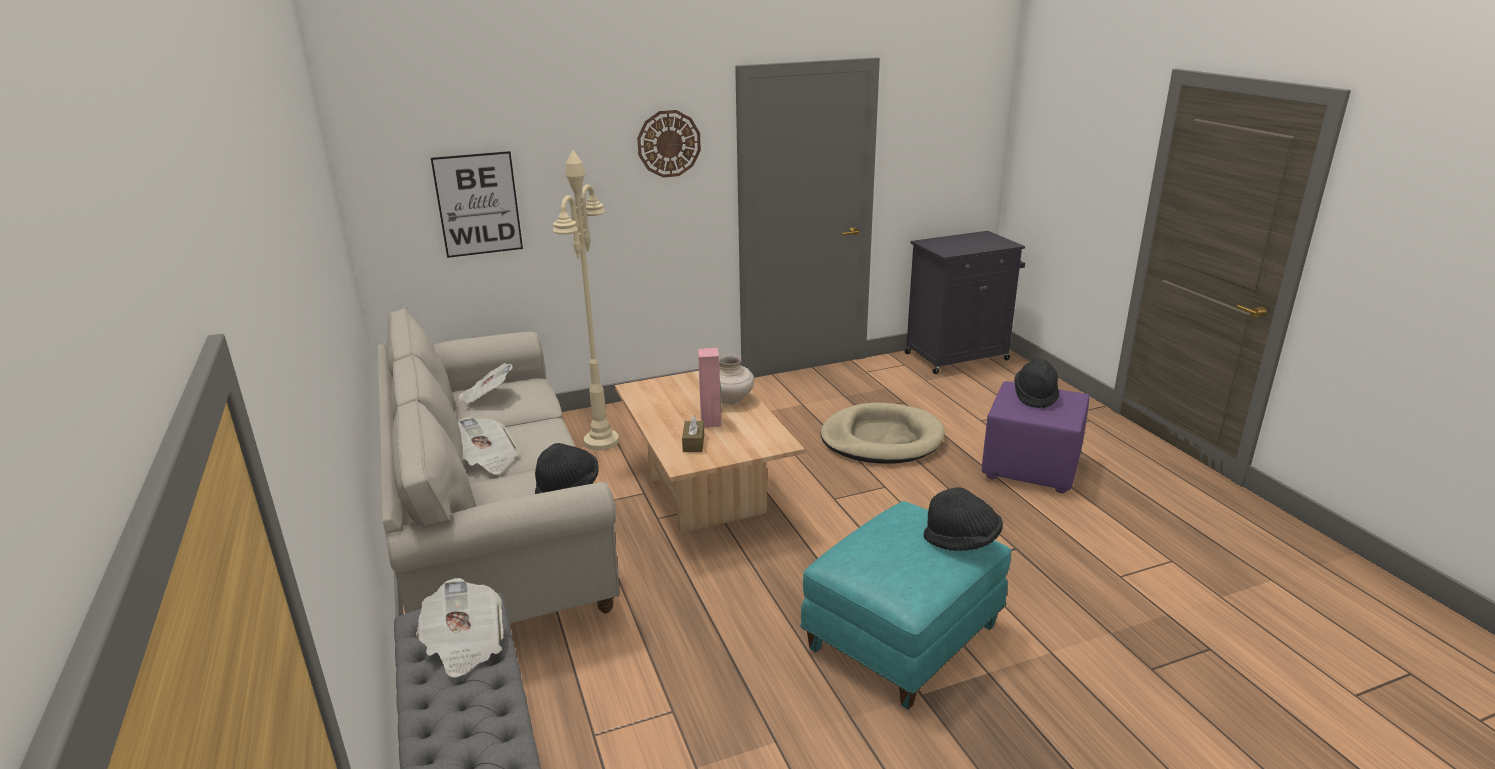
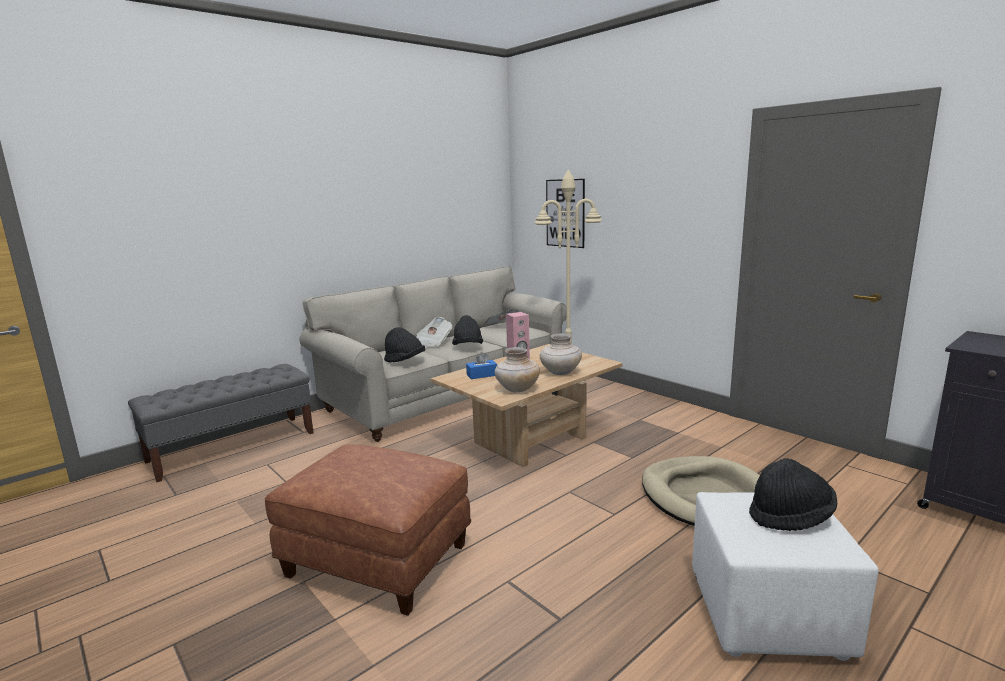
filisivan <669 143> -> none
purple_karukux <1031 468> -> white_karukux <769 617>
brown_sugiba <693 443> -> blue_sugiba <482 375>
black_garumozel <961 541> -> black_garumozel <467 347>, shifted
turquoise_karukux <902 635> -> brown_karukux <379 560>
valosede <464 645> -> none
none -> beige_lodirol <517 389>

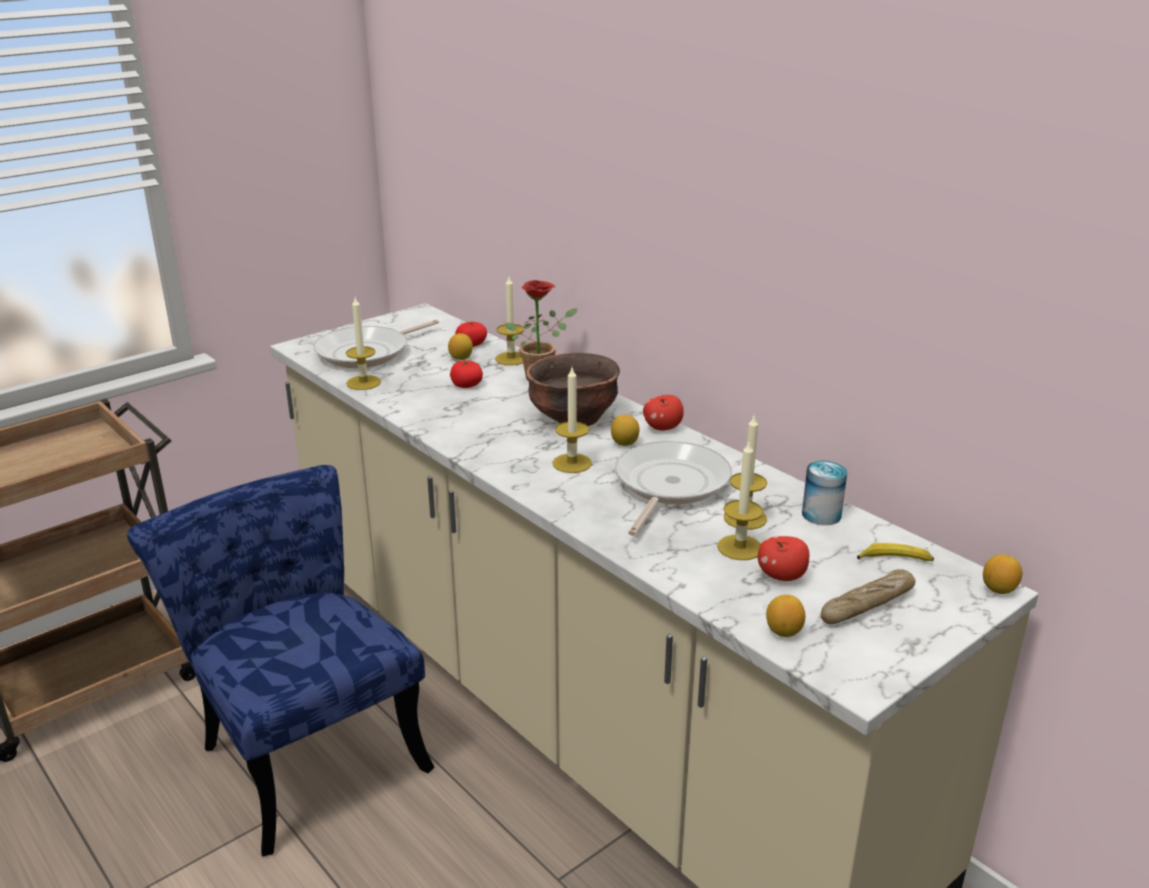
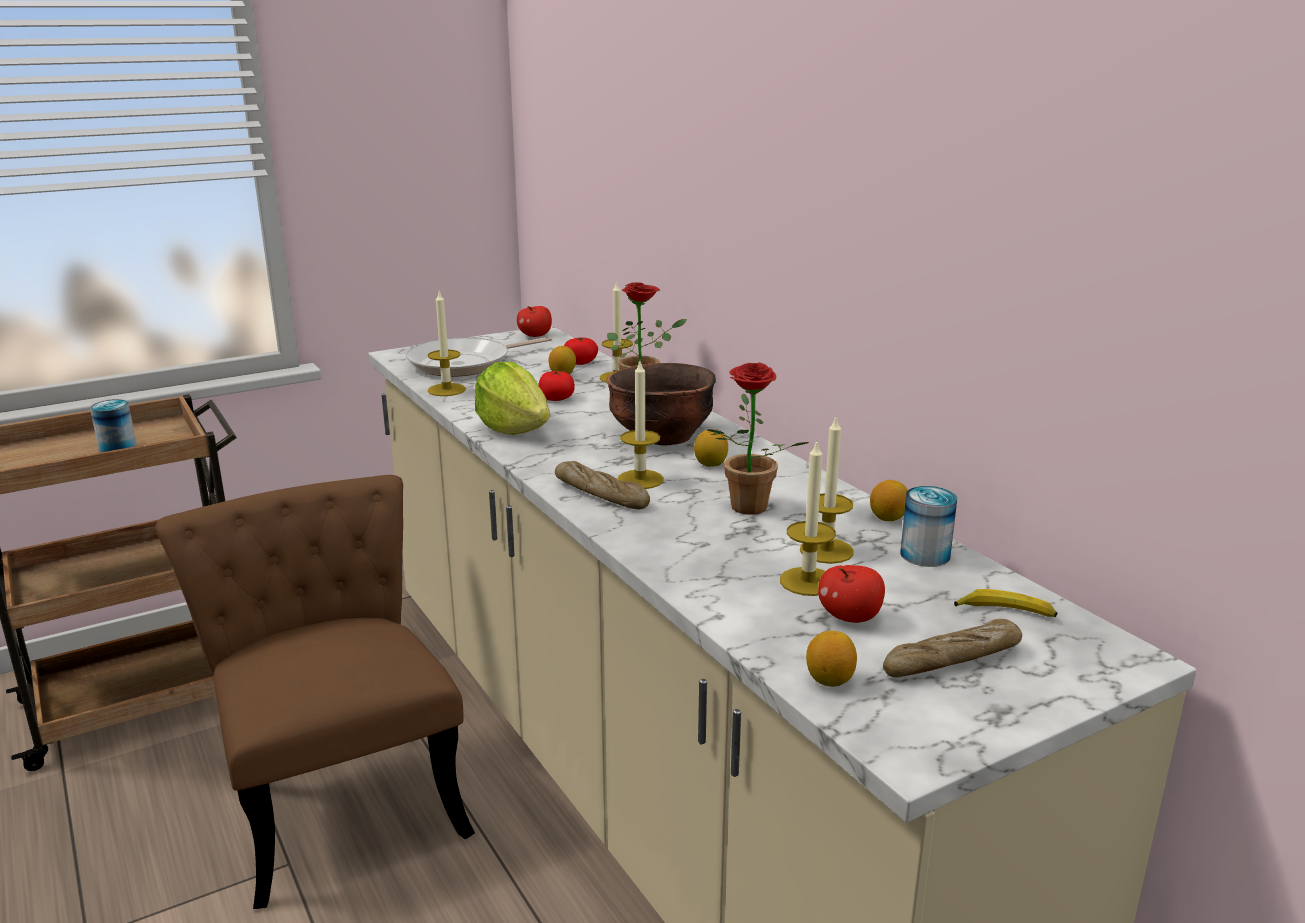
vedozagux <662 428> -> vedozagux <535 336>, shifted
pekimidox <669 485> -> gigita <745 510>
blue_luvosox <304 749> -> brown_luvosox <339 796>
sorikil <998 589> -> sorikil <888 518>, shifted
none -> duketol <514 429>
none -> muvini <118 448>
none -> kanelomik <601 494>

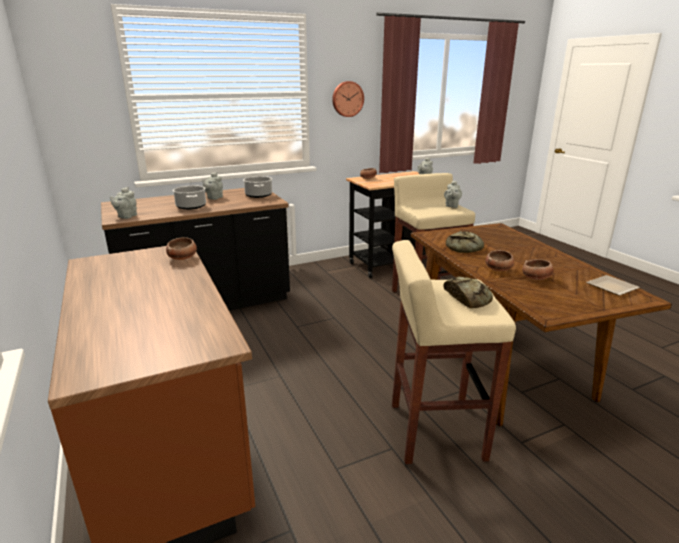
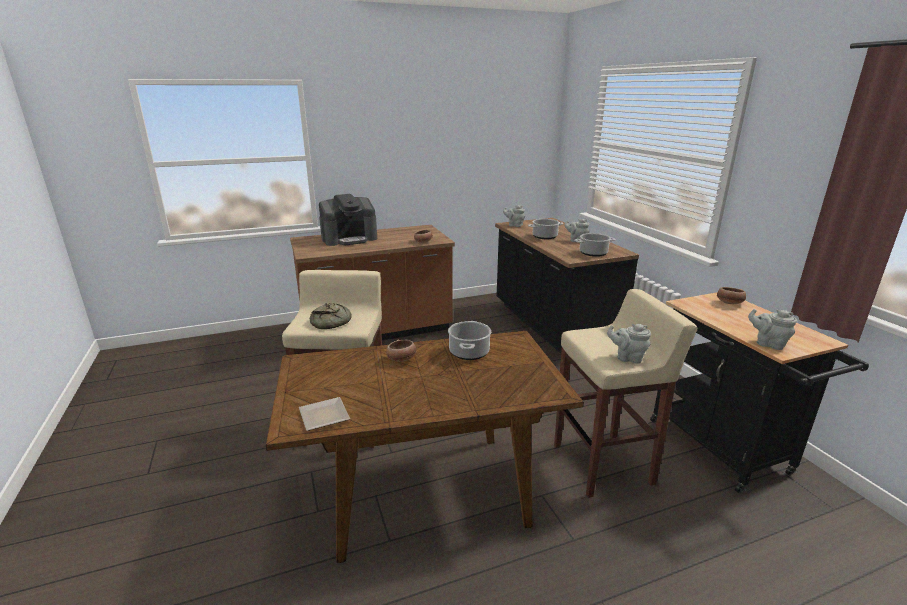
filisivan <347 99> -> none
kanelomik <465 248> -> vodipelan <469 352>
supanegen <536 278> -> none
none -> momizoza <349 238>

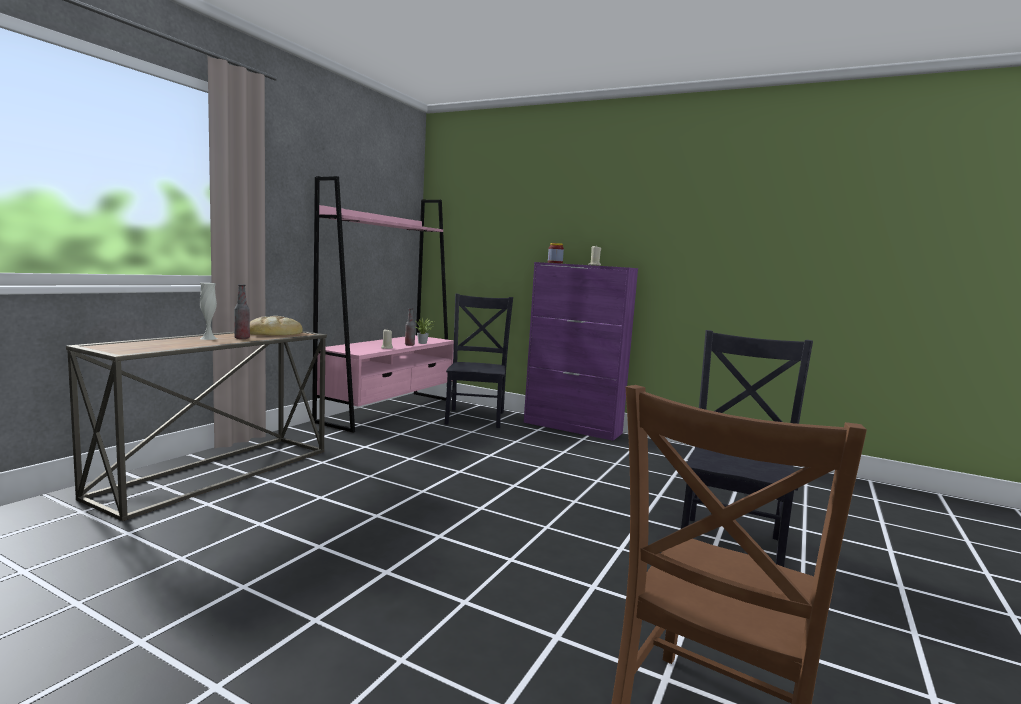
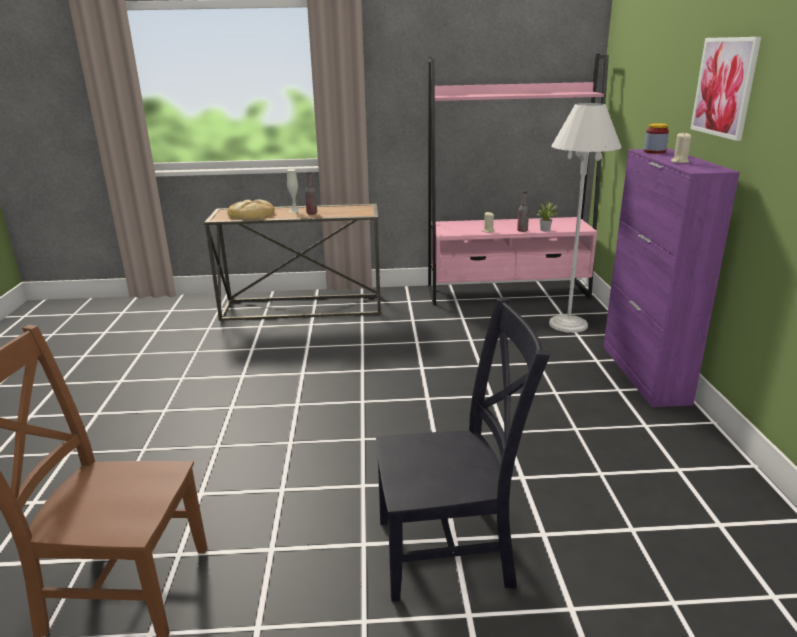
black_luvosox <475 417> -> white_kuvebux <568 324>
kanelomik <274 332> -> kanelomik <252 214>, shifted
none -> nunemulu <724 87>

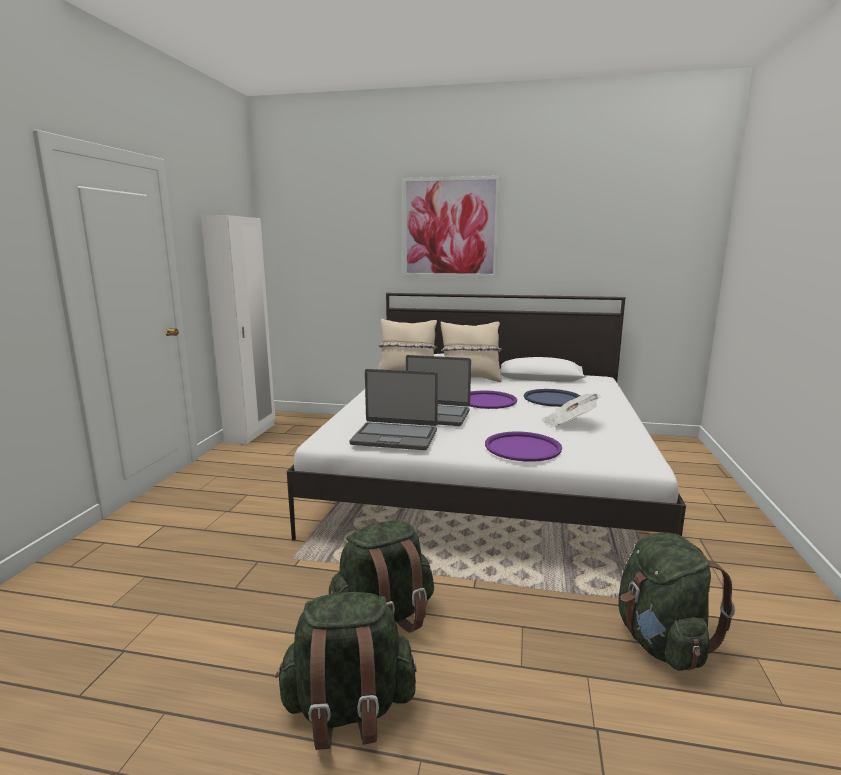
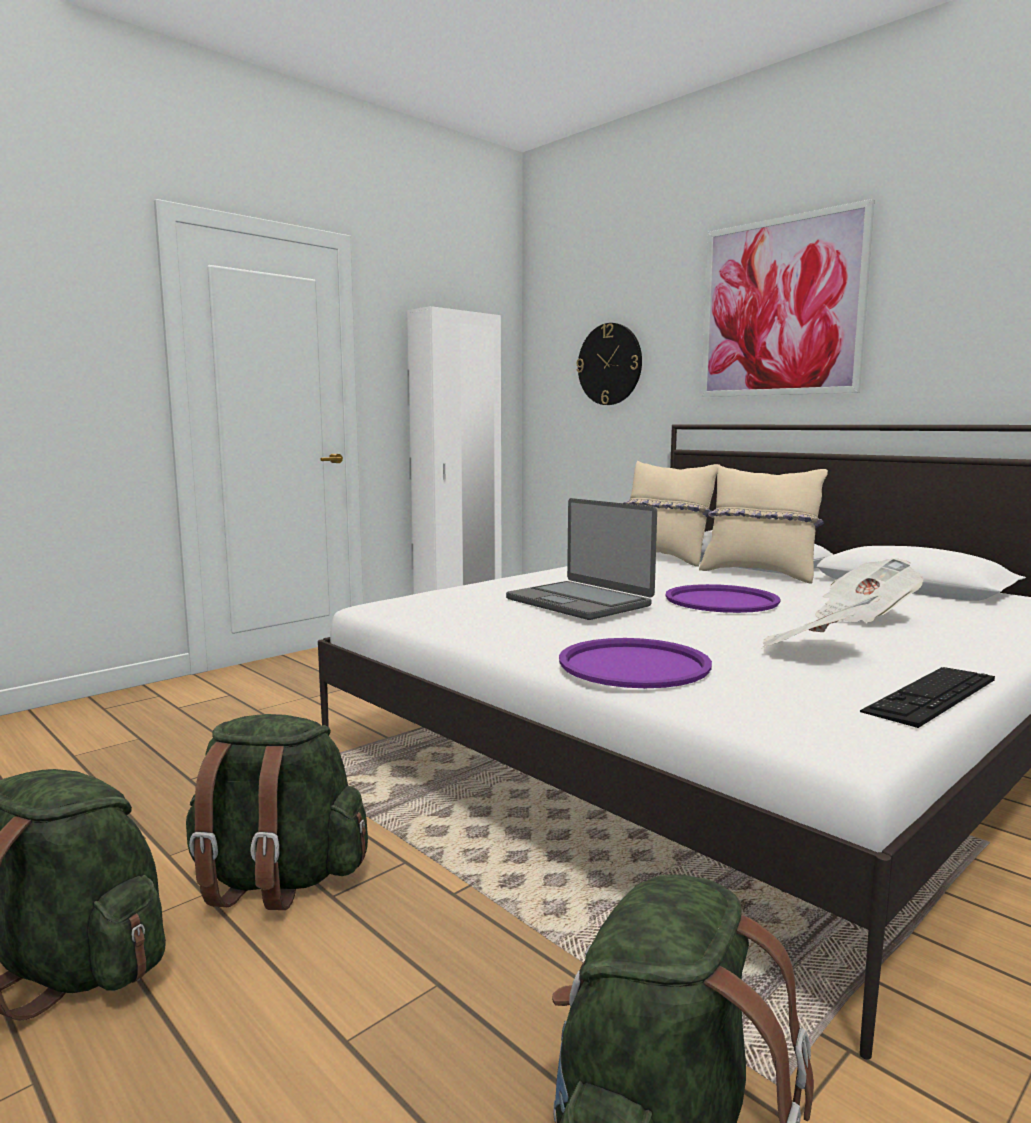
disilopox <395 437> -> none
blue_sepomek <552 399> -> valosede <863 616>
none -> filisivan <610 364>
none -> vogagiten <931 695>

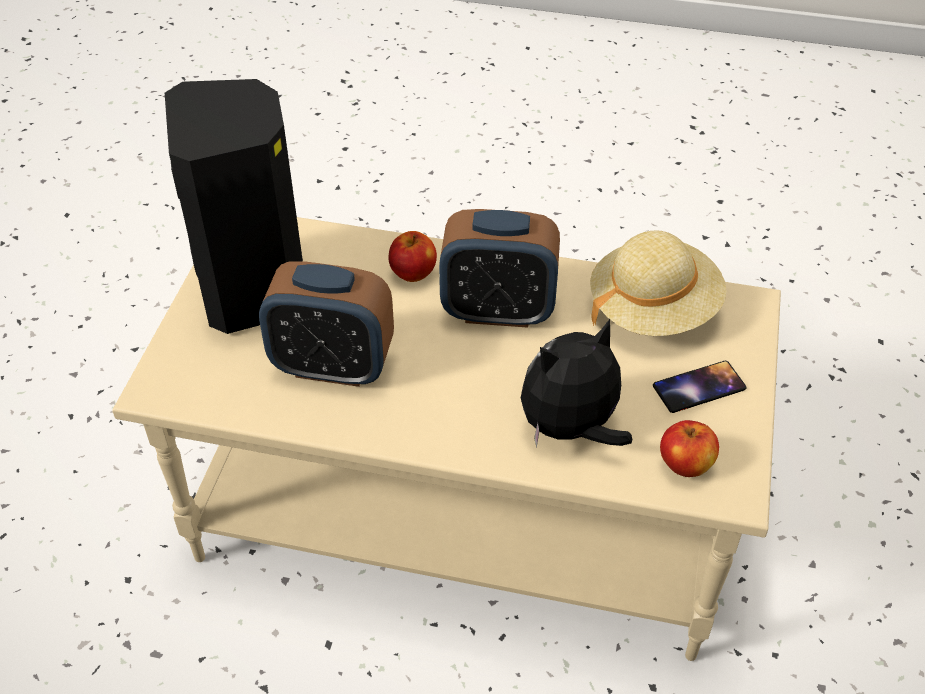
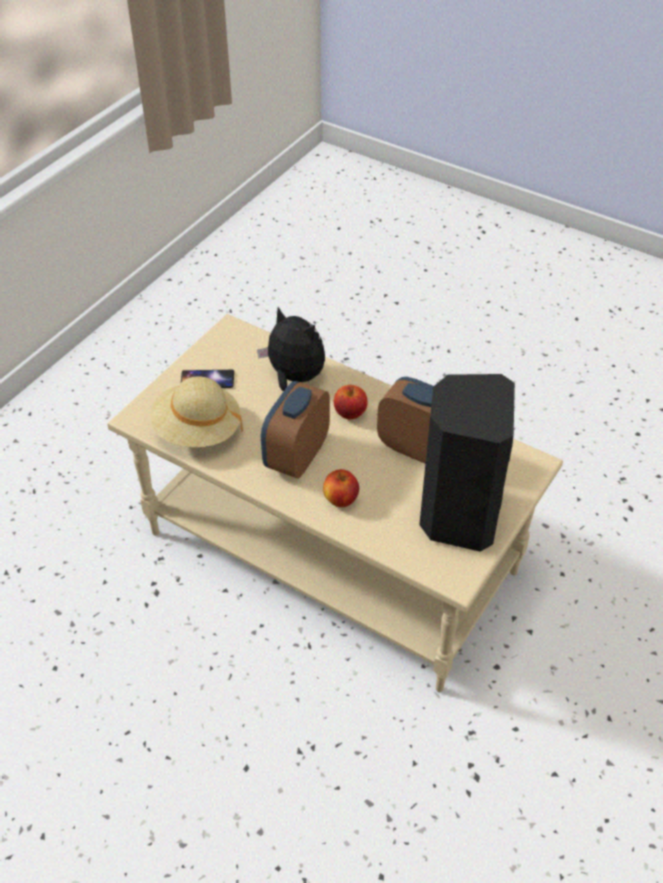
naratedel <498 310> -> naratedel <296 456>, 90 degrees counterclockwise
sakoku <571 429> -> sakoku <294 377>, 135 degrees counterclockwise
vedozagux <685 465> -> vedozagux <350 413>, shifted

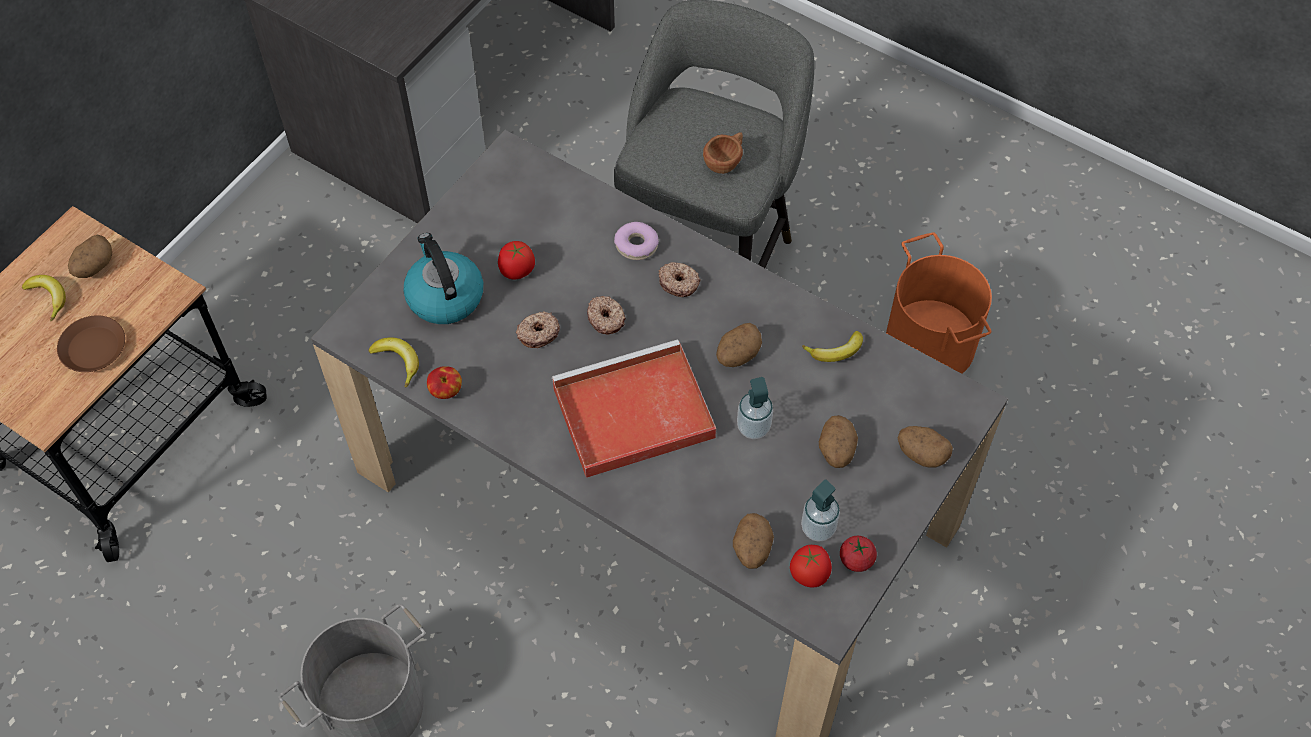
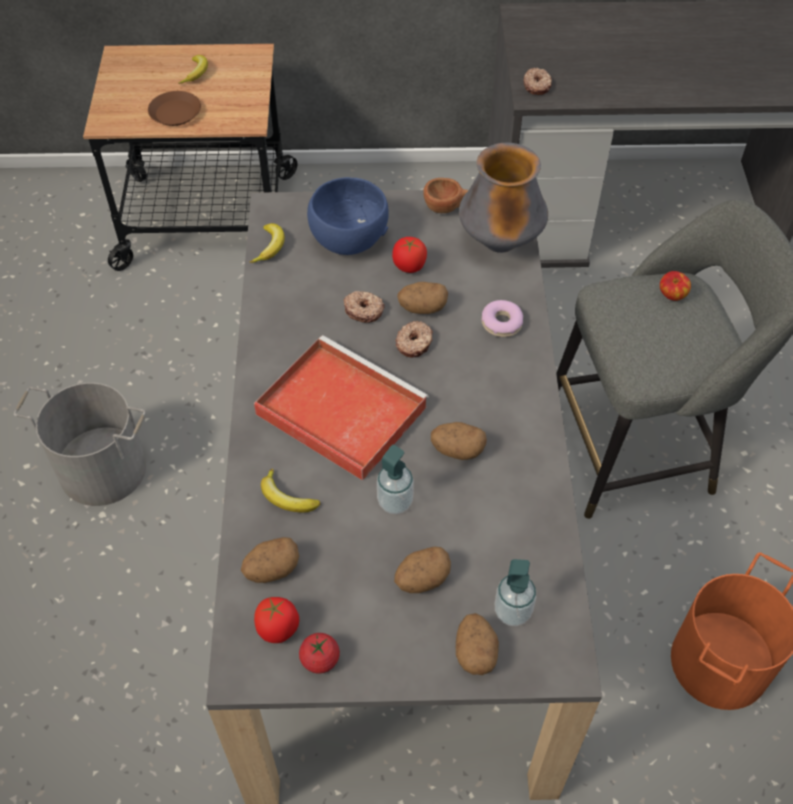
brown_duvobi <725 161> -> brown_duvobi <447 208>, shifted
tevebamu <444 296> -> blue_supanegen <348 239>
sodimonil <94 266> -> sodimonil <422 308>, shifted
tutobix <679 282> -> tutobix <537 85>, shifted
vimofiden <835 351> -> vimofiden <286 498>, shifted
vedozagux <446 391> -> vedozagux <672 296>, shifted
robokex <818 528> -> robokex <512 612>, shifted
none -> lodirol <500 243>

